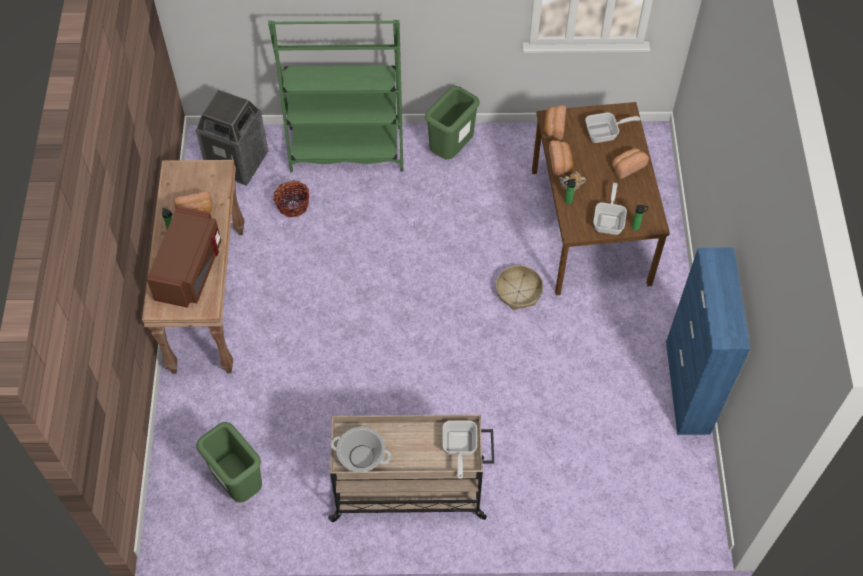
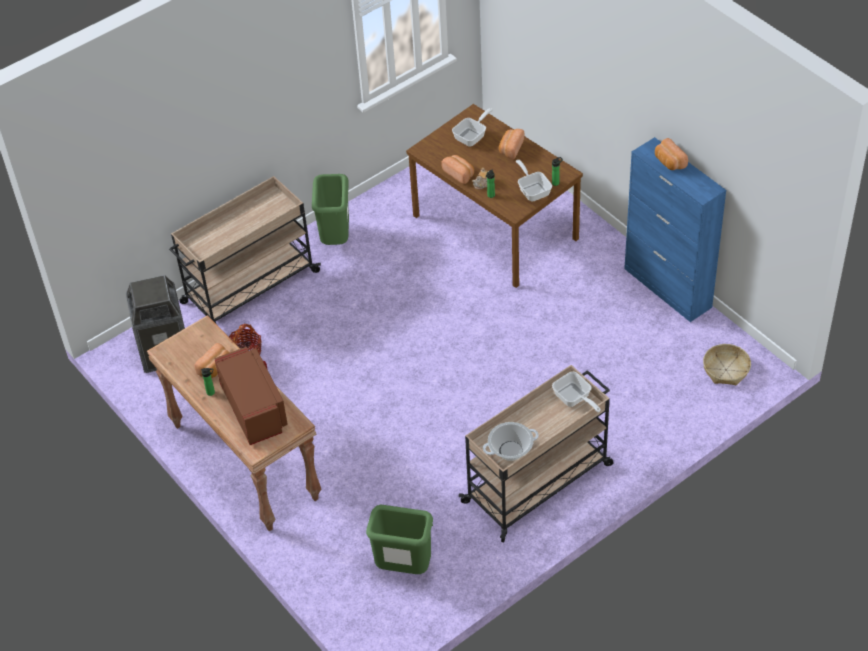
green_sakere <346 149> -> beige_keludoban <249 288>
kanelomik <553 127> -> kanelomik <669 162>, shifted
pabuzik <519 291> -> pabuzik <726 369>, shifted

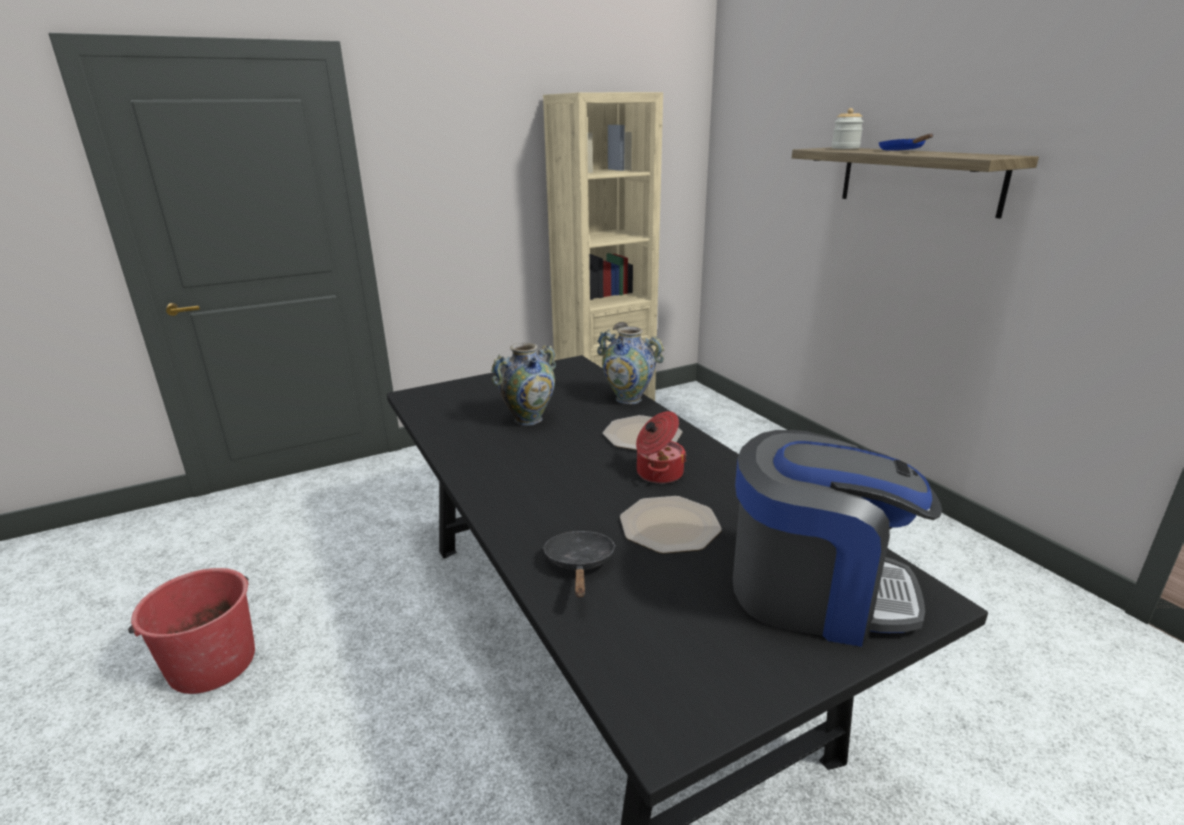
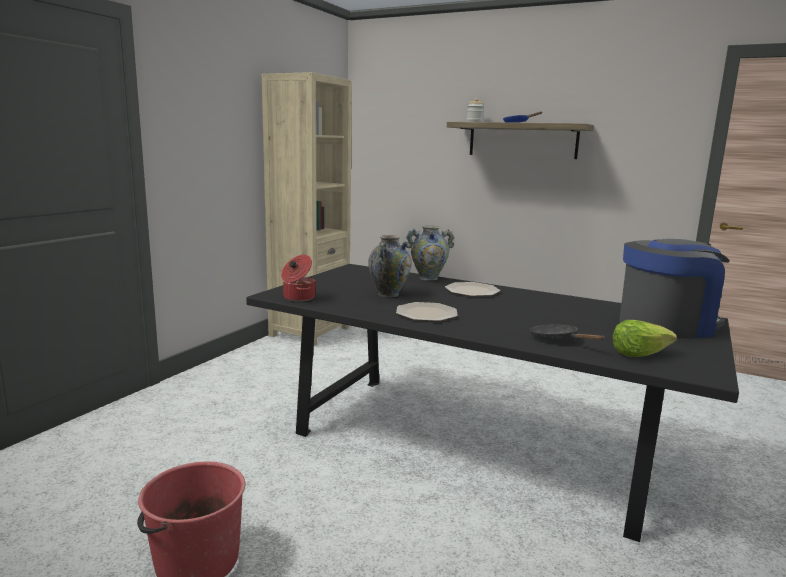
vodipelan <658 473> -> vodipelan <298 298>, shifted
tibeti <670 526> -> tibeti <427 313>, shifted
none -> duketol <639 354>

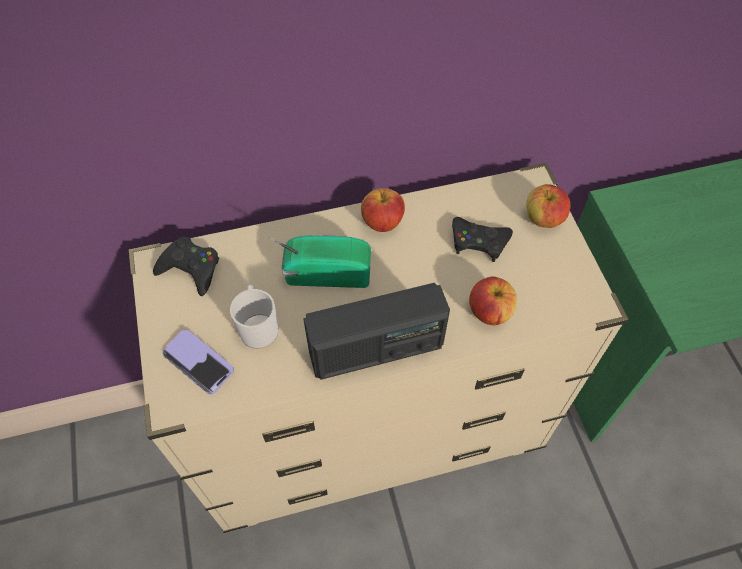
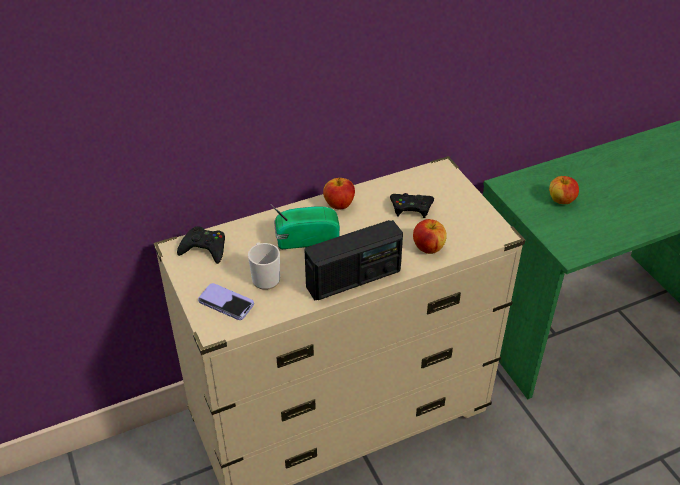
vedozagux <543 219> -> vedozagux <561 200>, shifted

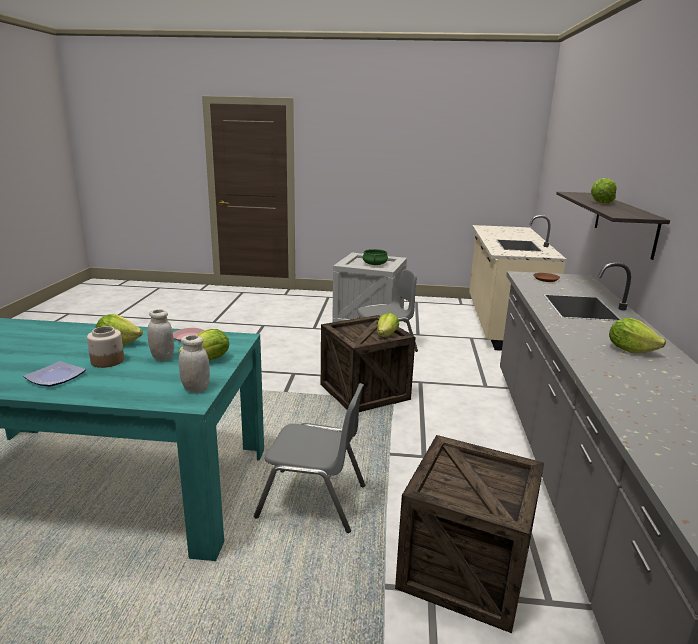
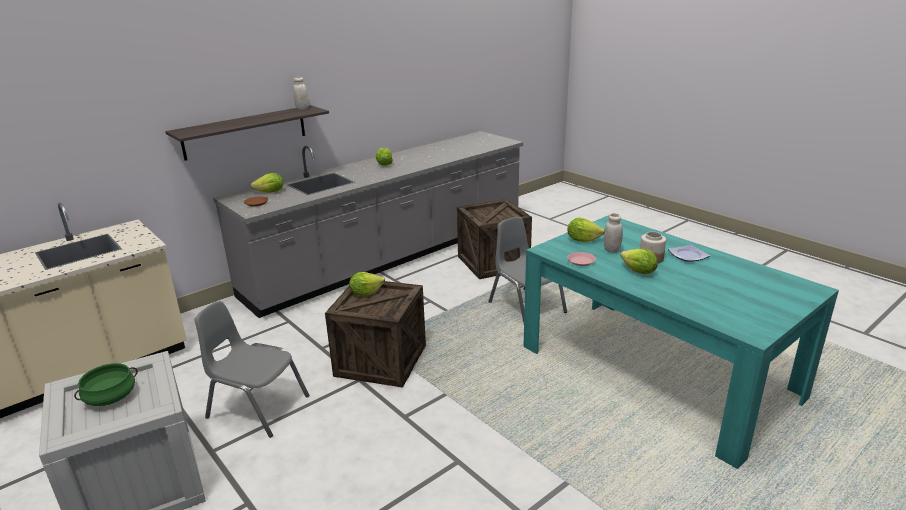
duketol <601 203> -> duketol <270 192>, shifted
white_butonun <196 389> -> white_butonun <302 108>, shifted

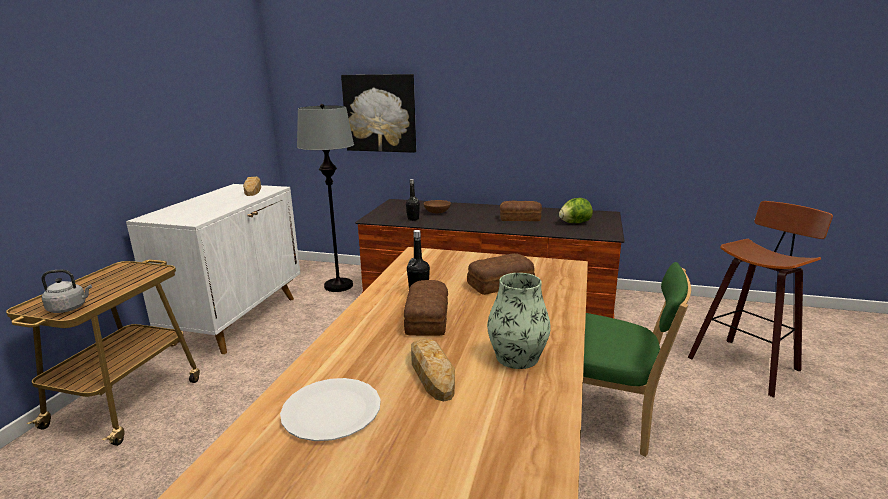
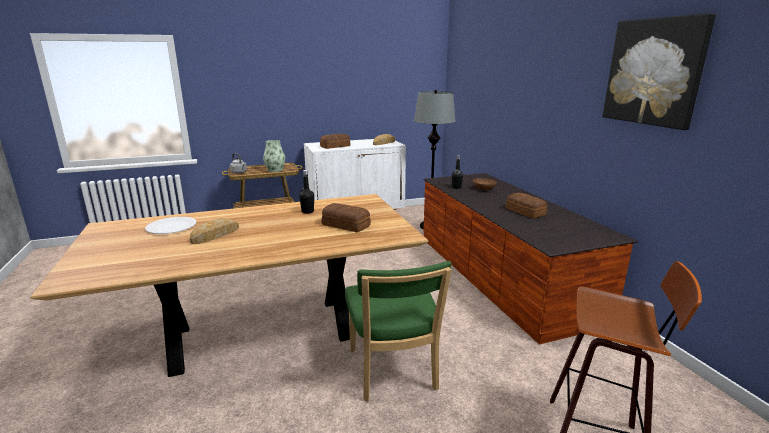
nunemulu <380 113> -> nunemulu <654 72>, shifted
duketol <574 223> -> none
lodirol <517 357> -> lodirol <275 170>, shifted
kanelomik <428 318> -> kanelomik <335 146>, shifted

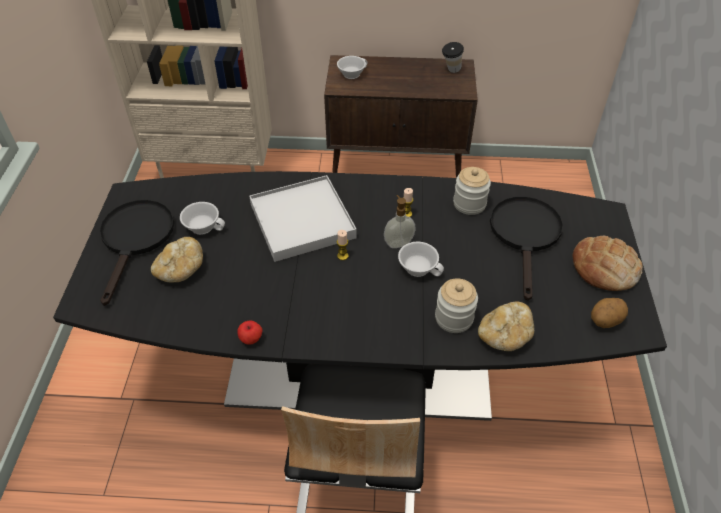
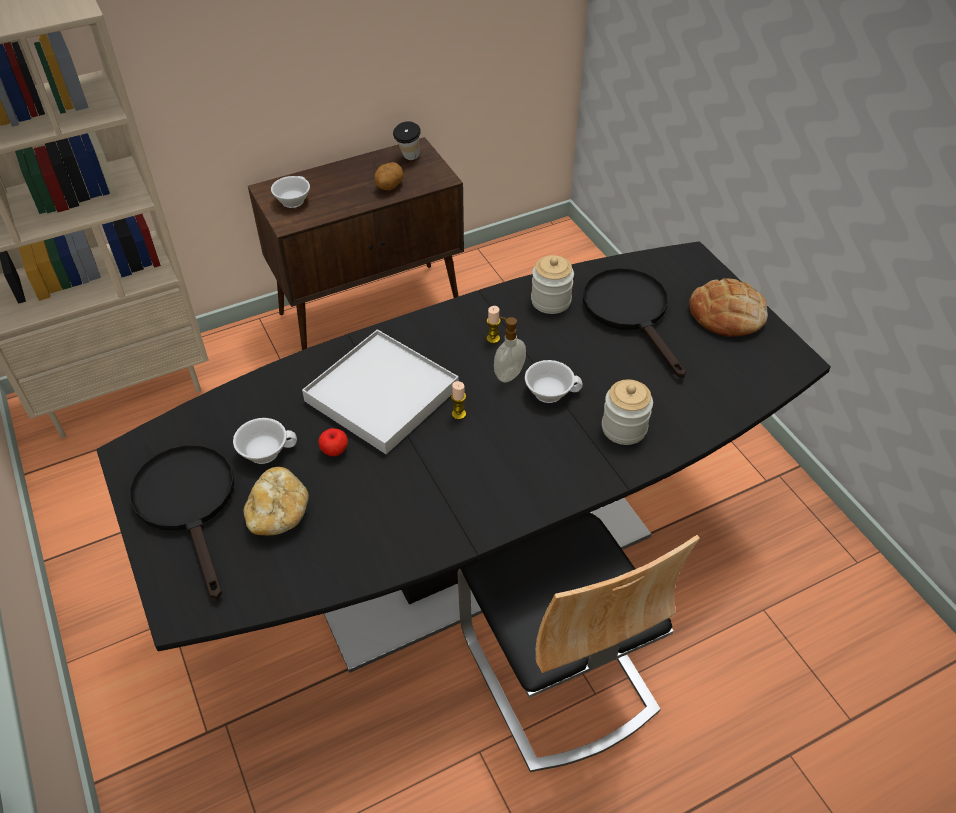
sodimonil <605 320> -> sodimonil <389 186>, shifted
kanelomik <504 335> -> none
vedozagux <251 339> -> vedozagux <334 450>, shifted

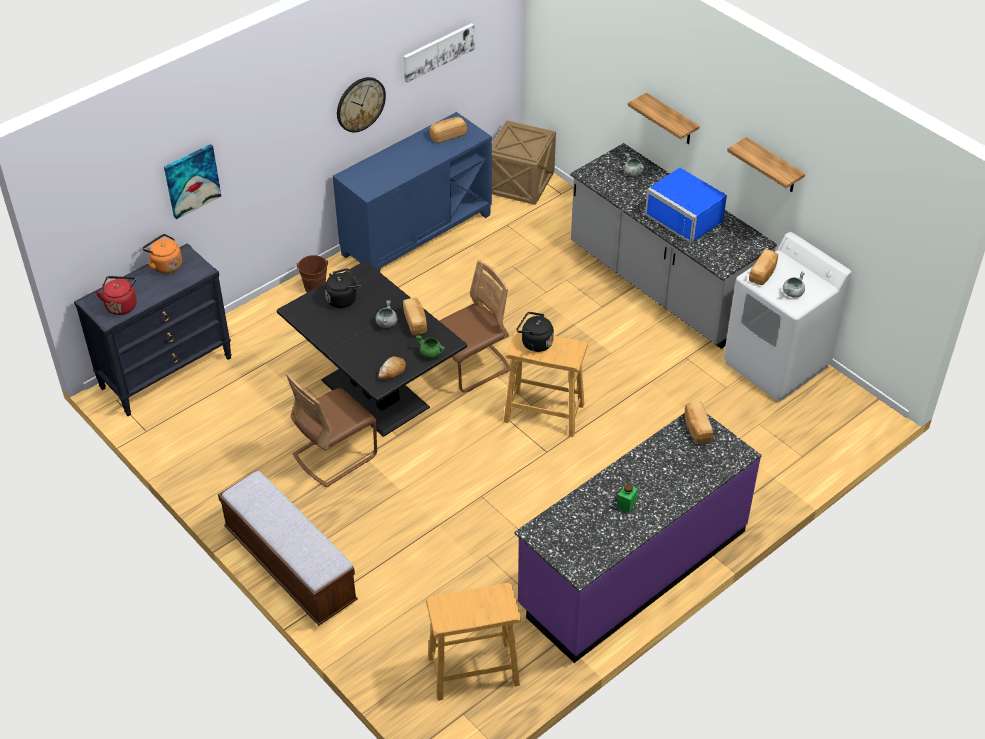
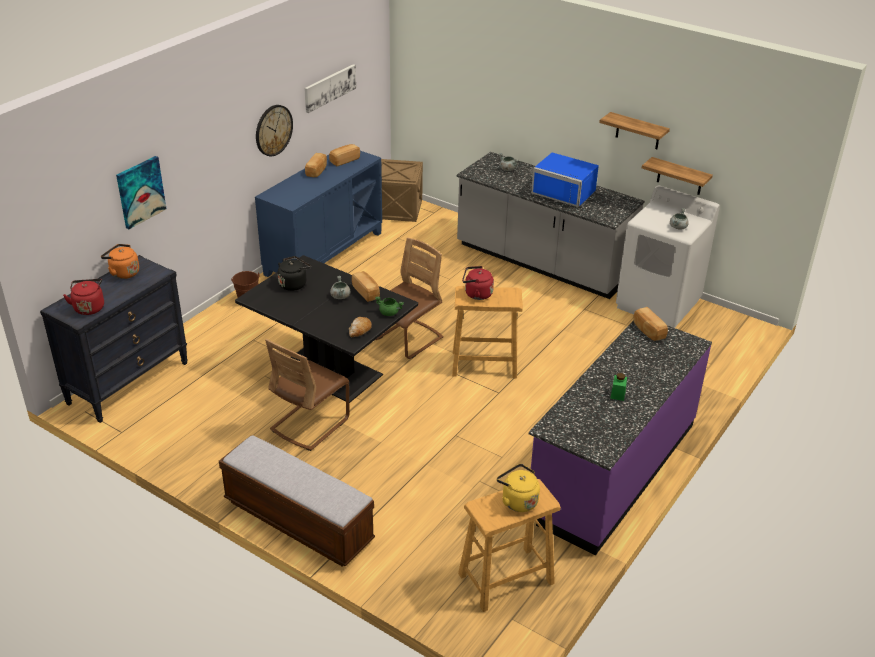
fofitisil <671 120> -> fofitisil <680 176>, shifted
kanelomik <763 274> -> kanelomik <317 171>, shifted
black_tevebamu <534 343> -> red_tevebamu <476 294>
none -> yellow_tevebamu <517 501>

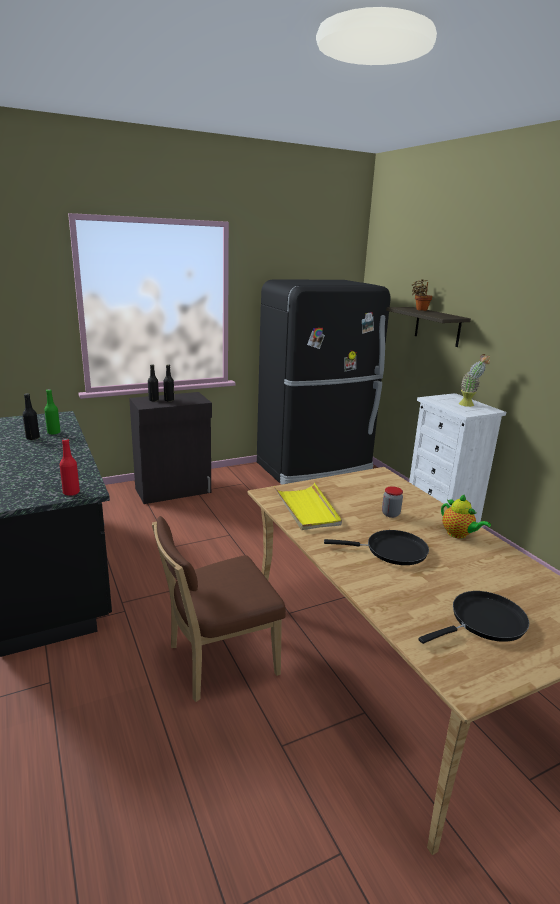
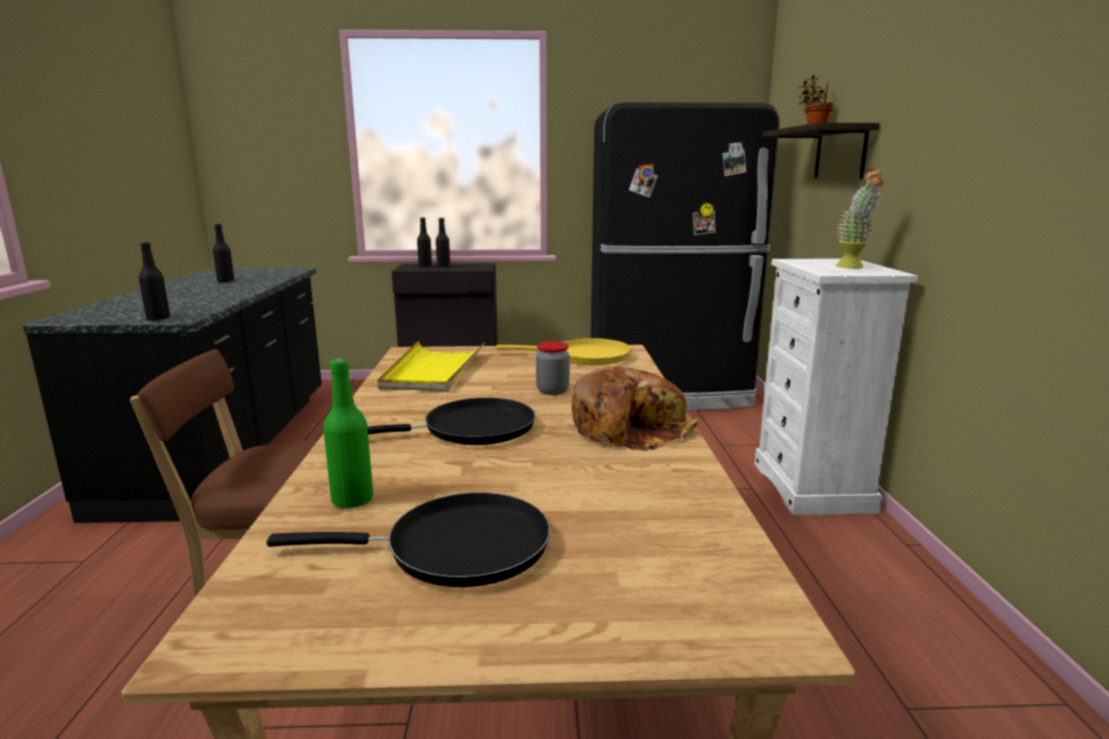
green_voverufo <54 433> -> green_voverufo <352 500>, shifted
red_voverufo <71 492> -> black_voverufo <158 318>
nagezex <458 534> -> kanelomik <630 428>
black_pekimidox <391 551> -> black_pekimidox <471 429>, 45 degrees counterclockwise
none -> yellow_pekimidox <584 357>

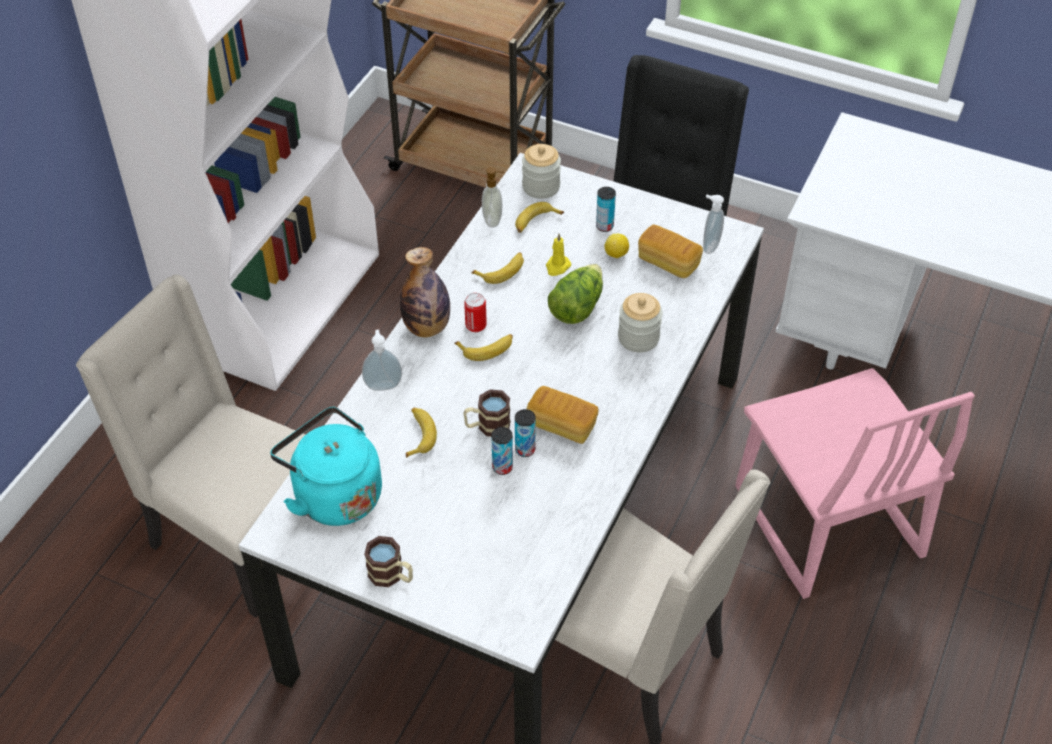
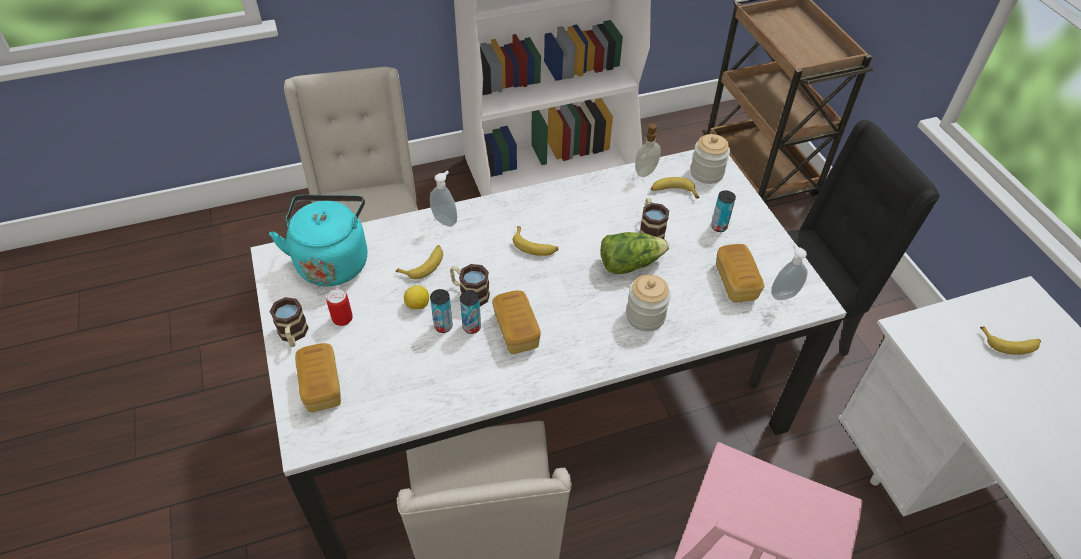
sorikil <616 254> -> sorikil <417 305>, shifted
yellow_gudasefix <557 267> -> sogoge <650 229>
voverufo <427 327> -> none
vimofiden <502 271> -> vimofiden <1010 344>, shifted
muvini <476 326> -> muvini <342 319>, shifted
none -> kanelomik <321 386>

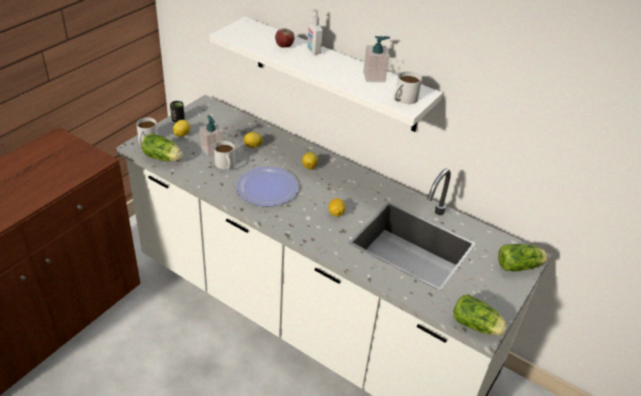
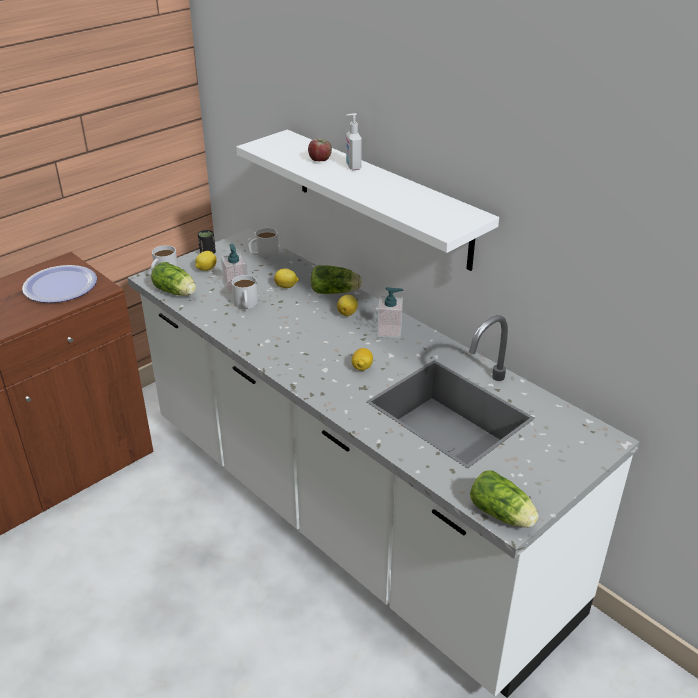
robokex <374 77> -> robokex <389 331>, shifted
white_sogoge <403 99> -> white_sogoge <263 254>, shifted
tibeti <267 187> -> tibeti <60 286>, shifted
duketol <520 266> -> duketol <336 292>, shifted

